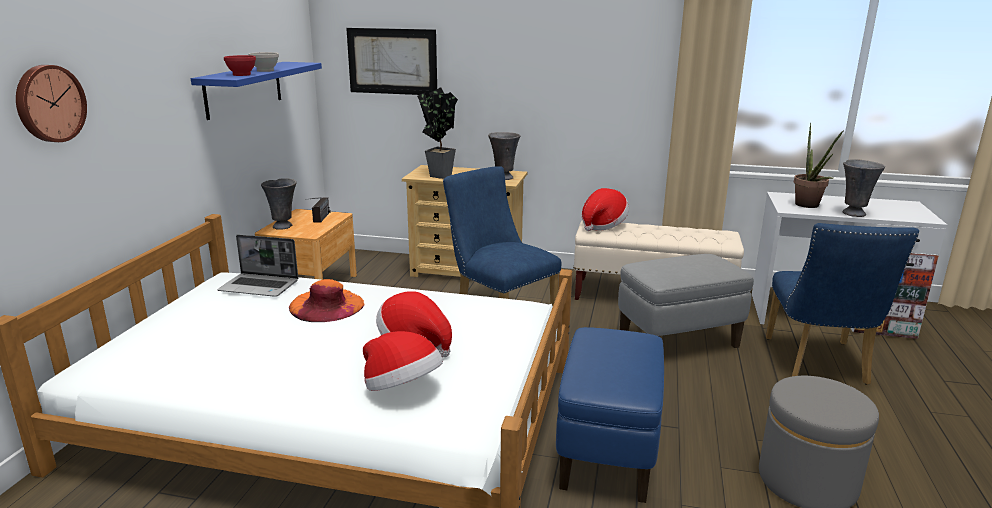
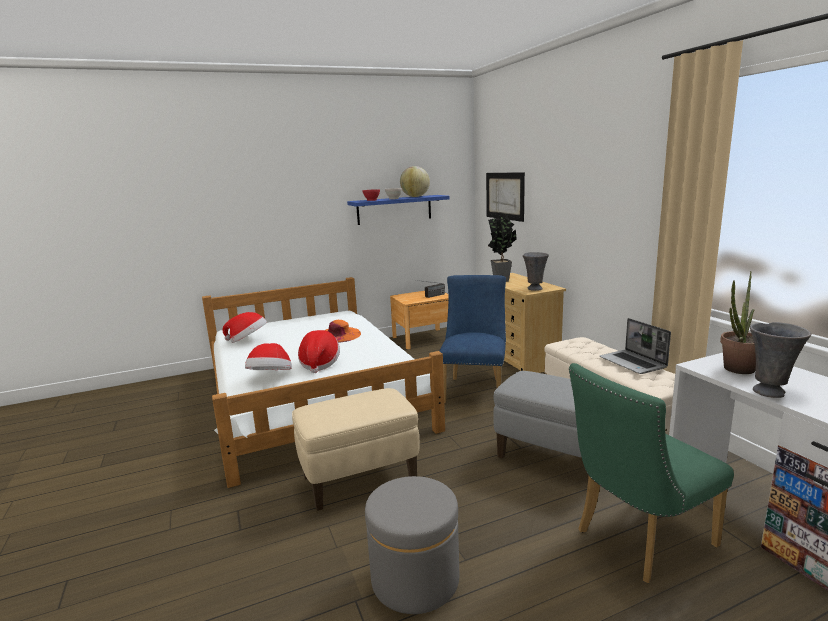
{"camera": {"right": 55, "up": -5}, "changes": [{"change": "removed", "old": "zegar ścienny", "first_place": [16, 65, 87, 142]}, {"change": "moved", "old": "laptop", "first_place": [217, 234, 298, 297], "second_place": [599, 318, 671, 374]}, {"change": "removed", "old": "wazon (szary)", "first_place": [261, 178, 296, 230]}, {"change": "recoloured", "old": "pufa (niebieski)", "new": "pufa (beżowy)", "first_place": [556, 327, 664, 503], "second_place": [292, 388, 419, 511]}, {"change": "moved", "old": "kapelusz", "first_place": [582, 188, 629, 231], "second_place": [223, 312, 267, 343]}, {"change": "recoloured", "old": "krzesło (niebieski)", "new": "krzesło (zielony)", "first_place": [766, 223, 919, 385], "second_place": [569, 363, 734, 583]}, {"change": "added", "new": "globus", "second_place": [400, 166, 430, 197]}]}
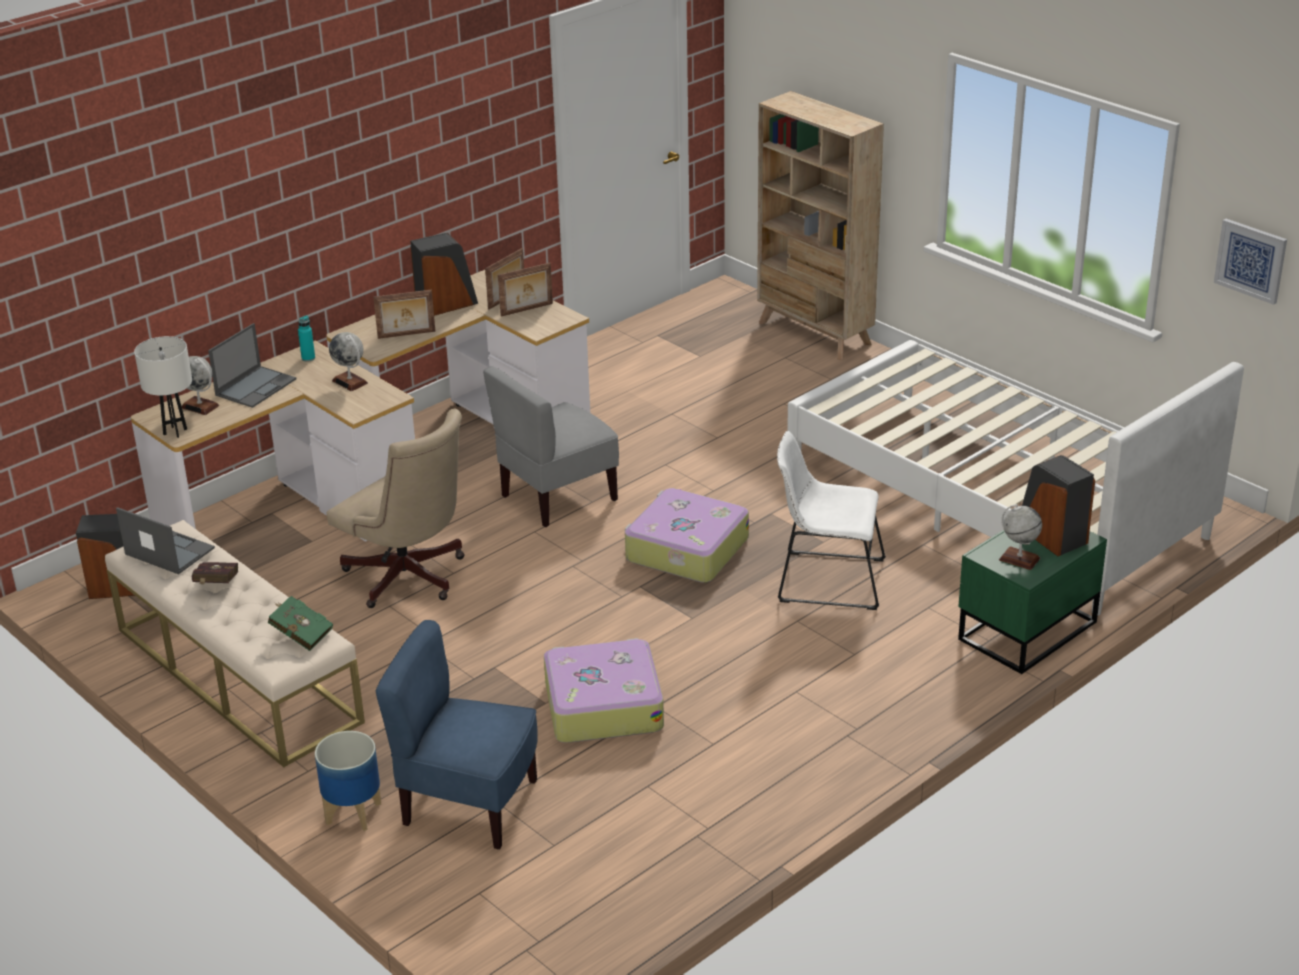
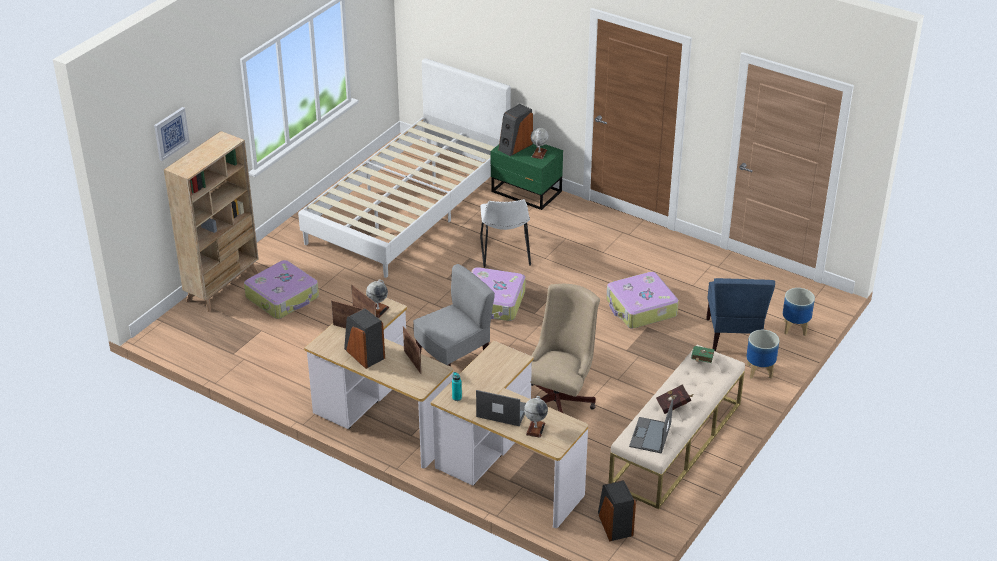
{"camera": {"right": -105, "up": 5}, "changes": [{"change": "removed", "old": "lampa stołowa (biały)", "first_place": [134, 336, 192, 438]}, {"change": "moved", "old": "globus", "first_place": [329, 332, 368, 391], "second_place": [366, 279, 389, 318]}, {"change": "turned", "old": "krzesło (szary)", "first_place": [483, 366, 619, 527], "second_place": [413, 264, 495, 367], "degrees": -75}, {"change": "moved", "old": "obraz", "first_place": [1214, 219, 1287, 305], "second_place": [154, 107, 190, 161]}, {"change": "added", "new": "walizka", "second_place": [244, 260, 319, 319]}, {"change": "added", "new": "donica", "second_place": [783, 288, 815, 336]}]}
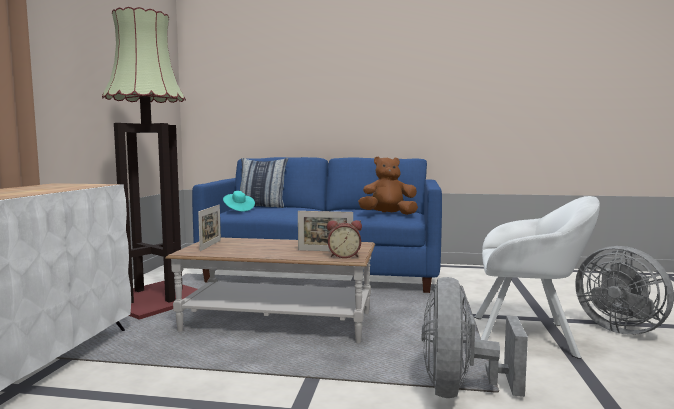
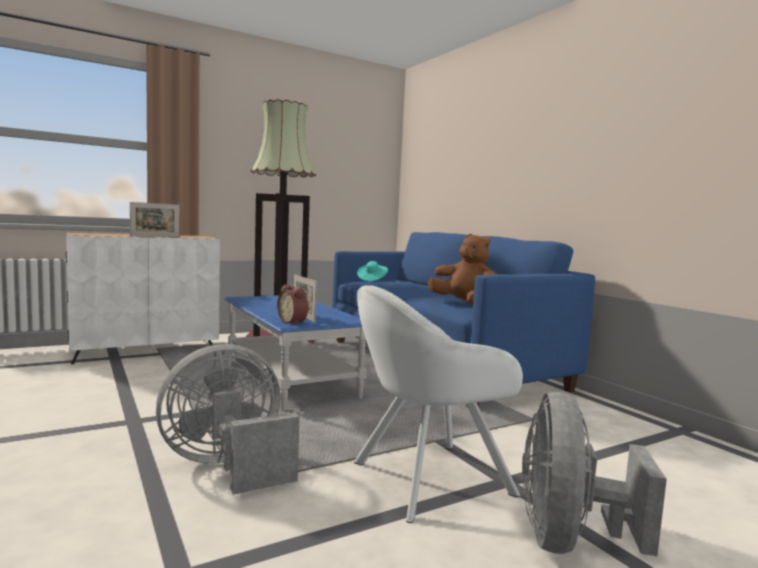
{"camera": {"right": 50, "up": 0}, "changes": [{"change": "recoloured", "old": "ława (brązowy)", "new": "ława (niebieski)", "first_place": [165, 238, 375, 343], "second_place": [224, 295, 366, 411]}, {"change": "moved", "old": "ramka na zdjęcie", "first_place": [198, 205, 221, 251], "second_place": [130, 202, 180, 237]}, {"change": "removed", "old": "poduszka", "first_place": [240, 158, 288, 208]}, {"change": "turned", "old": "fotel (biały)", "first_place": [475, 196, 600, 359], "second_place": [354, 285, 523, 523], "degrees": 90}]}
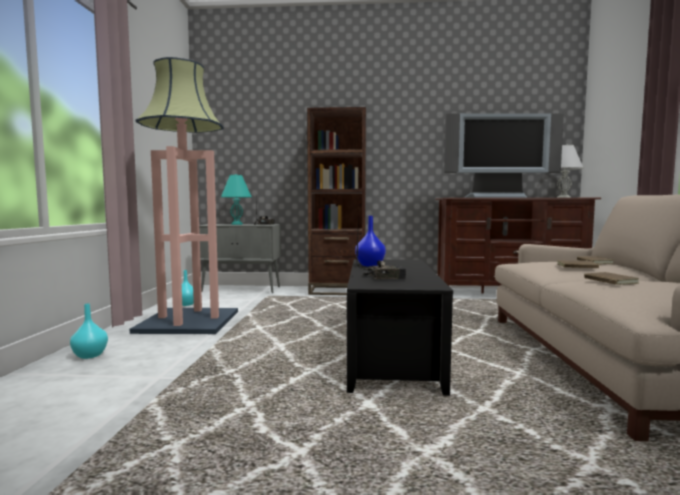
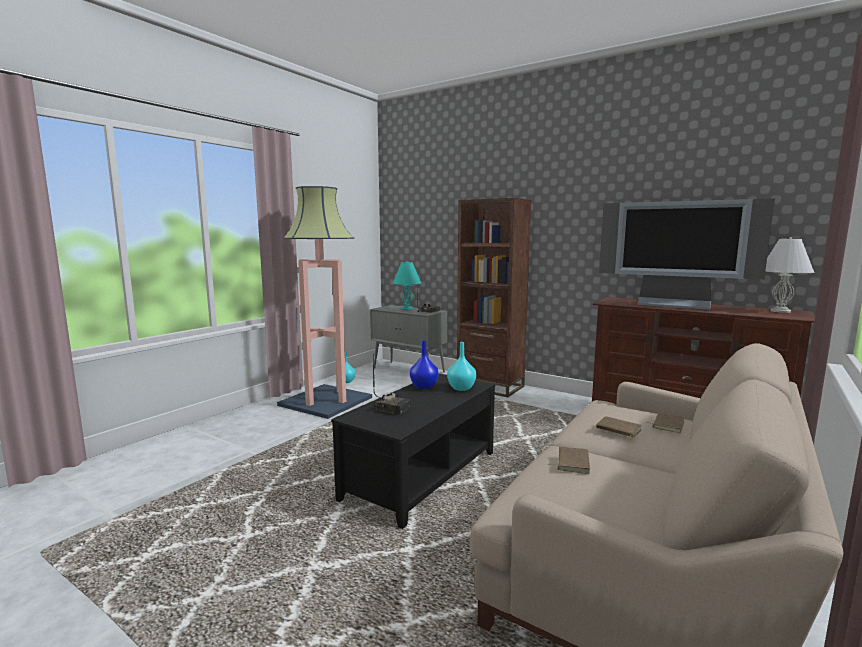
{"camera": {"right": 30, "up": 5}, "changes": [{"change": "moved", "old": "wazon (turkusowy)", "first_place": [70, 303, 108, 359], "second_place": [447, 342, 476, 391]}]}
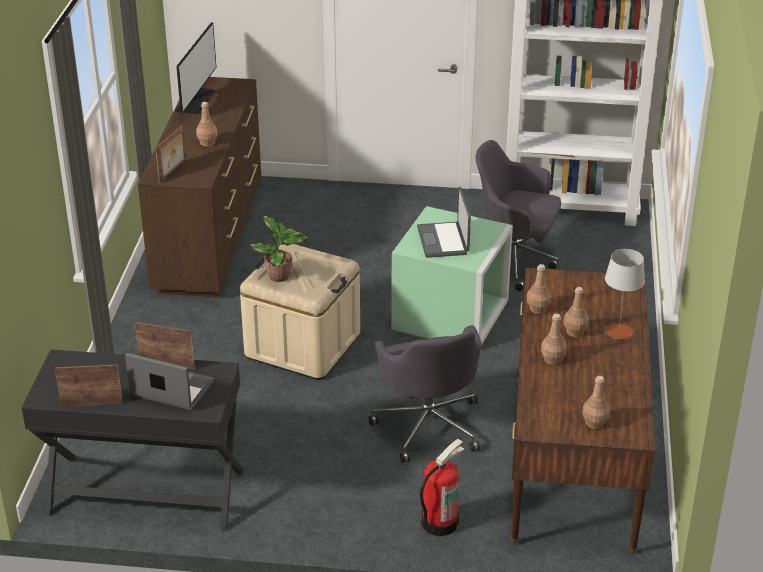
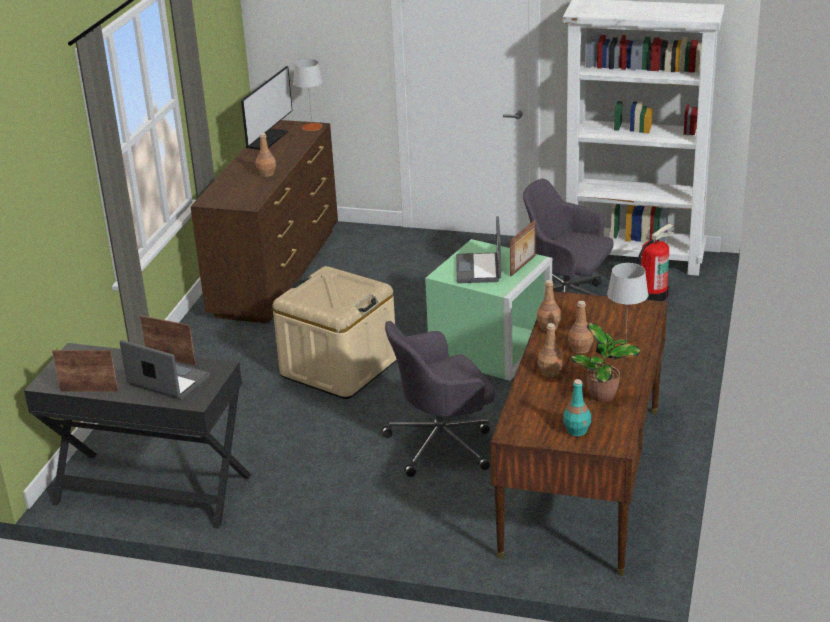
{"camera": {"right": 10, "up": -5}, "changes": [{"change": "moved", "old": "ramka na zdjęcie", "first_place": [155, 125, 186, 183], "second_place": [510, 220, 536, 276]}, {"change": "moved", "old": "roślina doniczkowa", "first_place": [250, 215, 308, 282], "second_place": [571, 323, 641, 402]}, {"change": "turned", "old": "krzesło biurowe (szary)", "first_place": [369, 325, 481, 463], "second_place": [381, 321, 495, 477], "degrees": 75}, {"change": "moved", "old": "gaśnica", "first_place": [420, 438, 465, 536], "second_place": [638, 224, 674, 301]}, {"change": "recoloured", "old": "butelka (brązowy)", "new": "butelka (turkusowy)", "first_place": [582, 376, 610, 429], "second_place": [563, 379, 591, 436]}, {"change": "added", "new": "lampa stołowa (szary)", "second_place": [293, 59, 323, 131]}]}
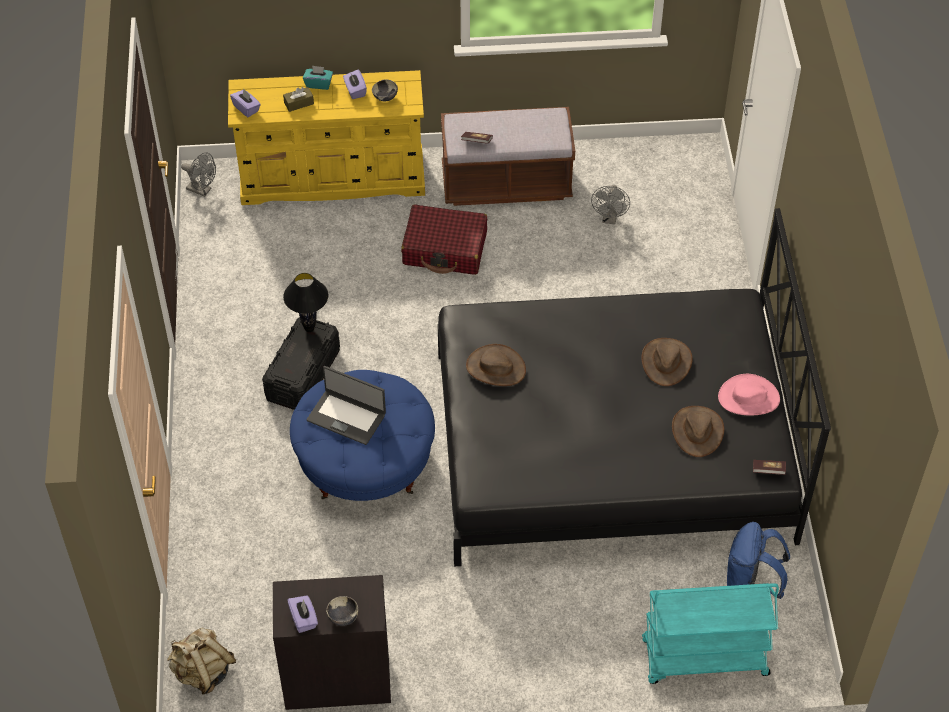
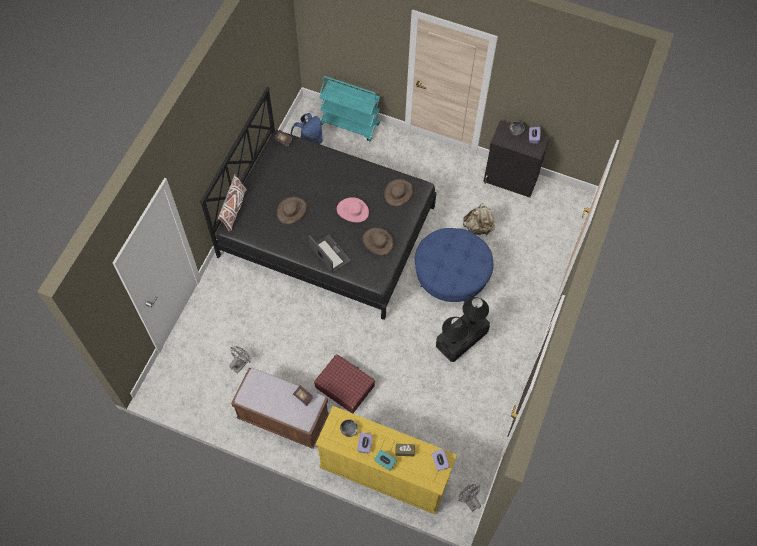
{"camera": {"right": -155, "up": 10}, "changes": [{"change": "moved", "old": "plecak (beżowy)", "first_place": [167, 627, 236, 695], "second_place": [463, 203, 495, 235]}, {"change": "moved", "old": "laptop", "first_place": [307, 366, 386, 445], "second_place": [309, 234, 351, 273]}, {"change": "moved", "old": "kapelusz (brązowy)", "first_place": [672, 406, 724, 457], "second_place": [384, 179, 413, 206]}, {"change": "moved", "old": "kapelusz (różowy)", "first_place": [718, 374, 780, 415], "second_place": [337, 197, 369, 222]}, {"change": "added", "new": "poduszka (biały)", "second_place": [218, 174, 246, 232]}, {"change": "added", "new": "lampa stołowa (czarny)", "second_place": [462, 297, 489, 325]}]}
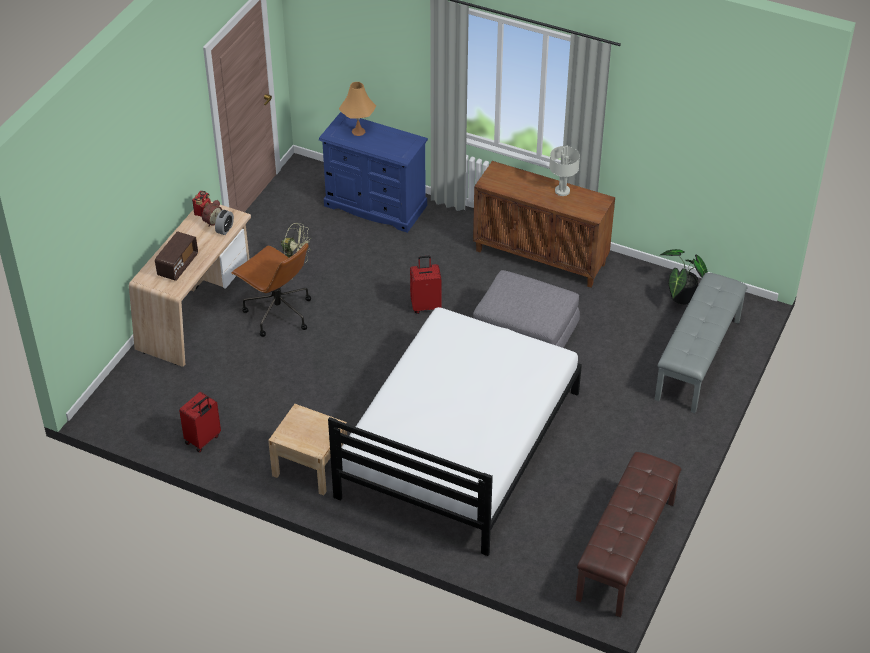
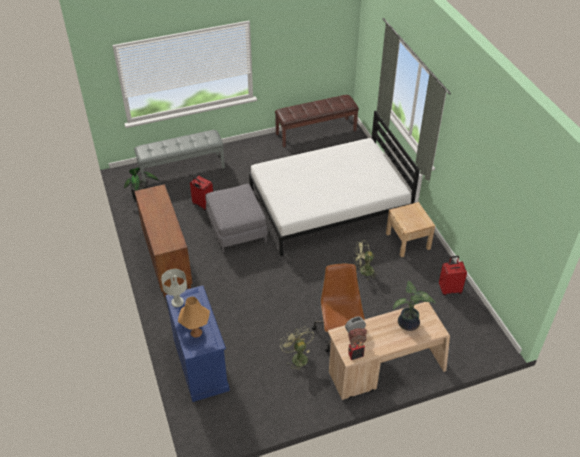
{"camera": {"right": -135, "up": 0}, "changes": [{"change": "replaced", "old": "radio", "new": "roślina doniczkowa", "first_place": [155, 231, 198, 281], "second_place": [393, 281, 436, 331]}, {"change": "moved", "old": "walizka (czerwony)", "first_place": [410, 256, 442, 314], "second_place": [190, 176, 213, 210]}, {"change": "moved", "old": "lampa stołowa (szary)", "first_place": [549, 146, 580, 196], "second_place": [161, 269, 187, 307]}, {"change": "added", "new": "wentylator (zielony)", "second_place": [354, 240, 379, 280]}]}
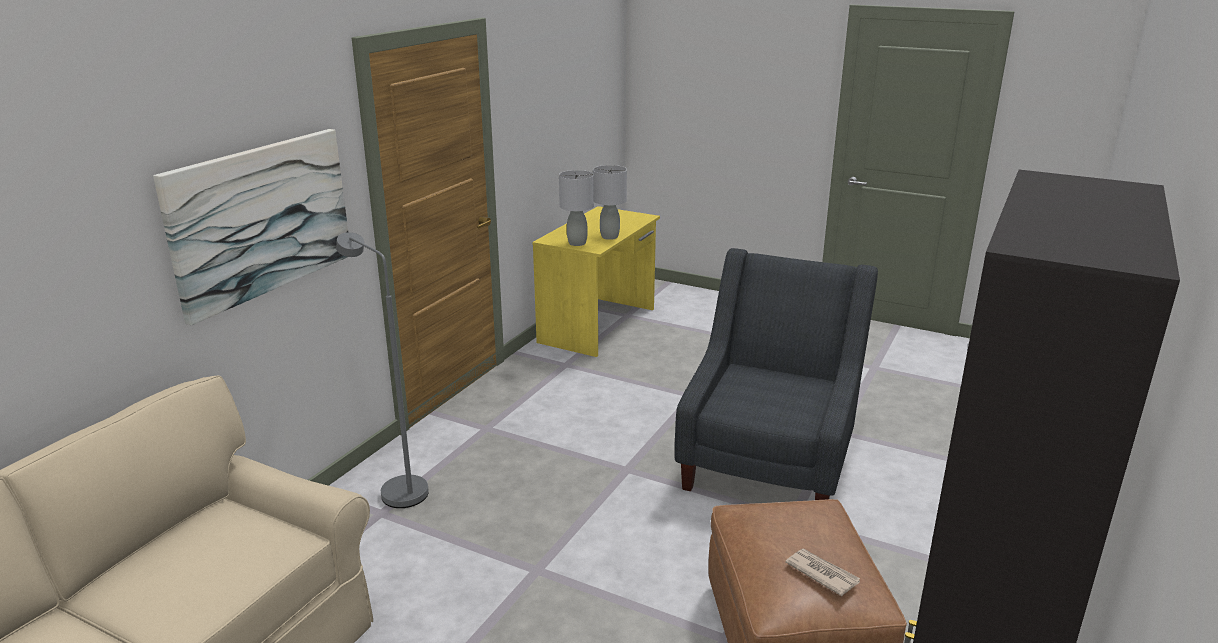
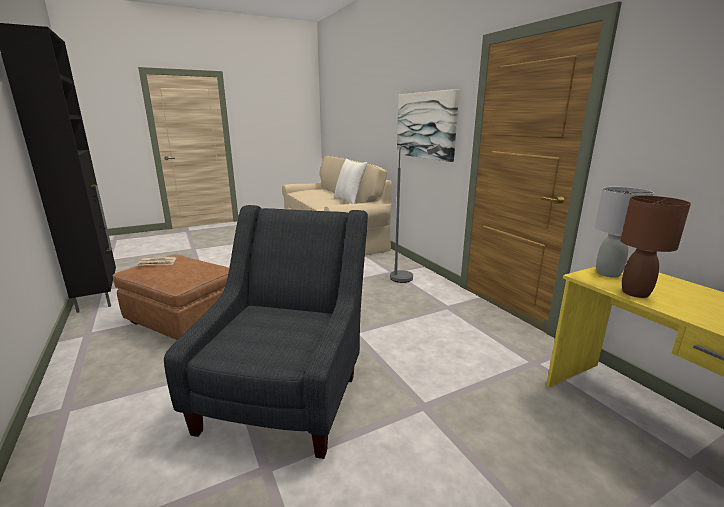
{"camera": {"right": 125, "up": -5}, "changes": [{"change": "recoloured", "old": "lampa stołowa (szary)", "new": "lampa stołowa (brązowy)", "first_place": [593, 165, 627, 240], "second_place": [620, 196, 691, 298]}, {"change": "turned", "old": "fotel (szary)", "first_place": [675, 248, 878, 500], "second_place": [164, 205, 368, 459], "degrees": -135}, {"change": "added", "new": "poduszka (biały)", "second_place": [334, 159, 368, 204]}]}
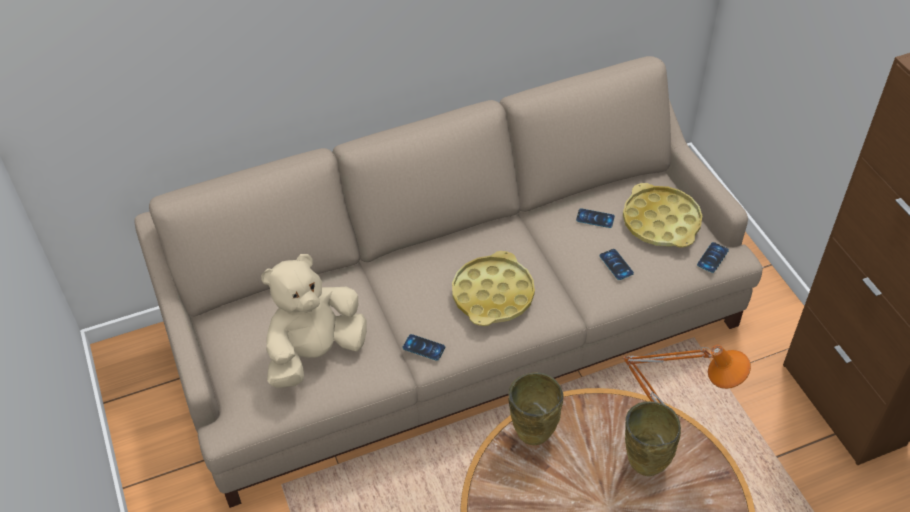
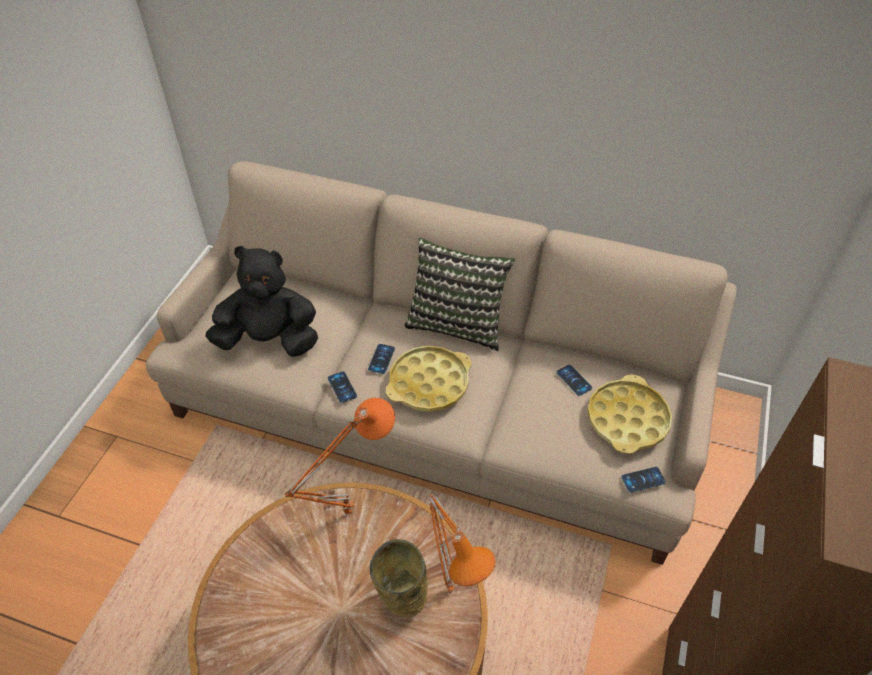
{"camera": {"right": 40, "up": 0}, "changes": [{"change": "recoloured", "old": "pluszak (beżowy)", "new": "pluszak (czarny)", "first_place": [261, 254, 367, 388], "second_place": [205, 246, 318, 357]}, {"change": "replaced", "old": "wazon (beżowy)", "new": "lampa stołowa (pomarańczowy)", "first_place": [508, 372, 563, 445], "second_place": [284, 398, 395, 516]}, {"change": "moved", "old": "telefon", "first_place": [600, 249, 634, 280], "second_place": [368, 344, 395, 374]}, {"change": "added", "new": "poduszka", "second_place": [404, 238, 515, 351]}]}
